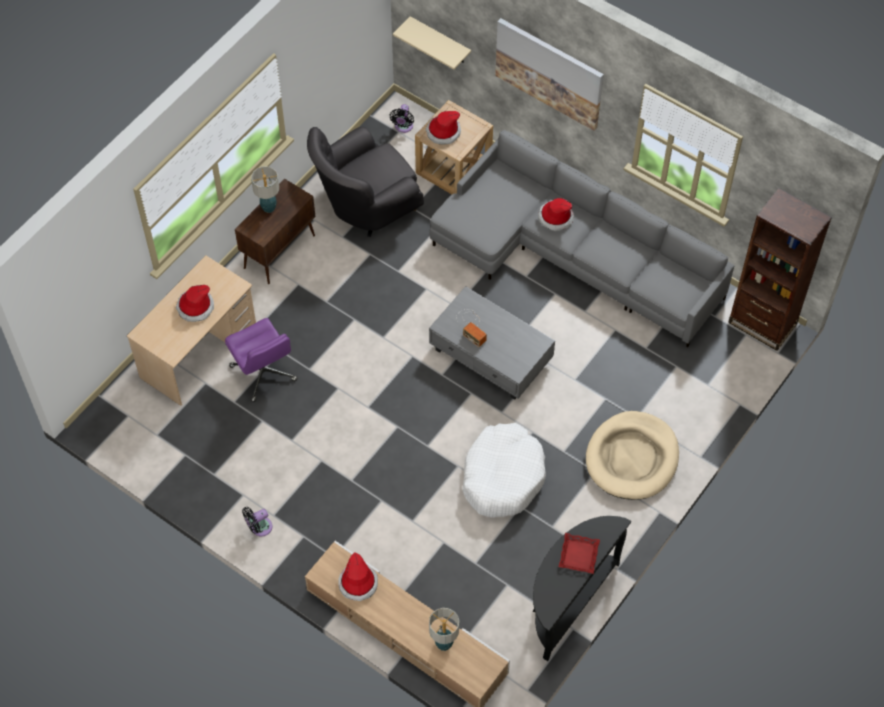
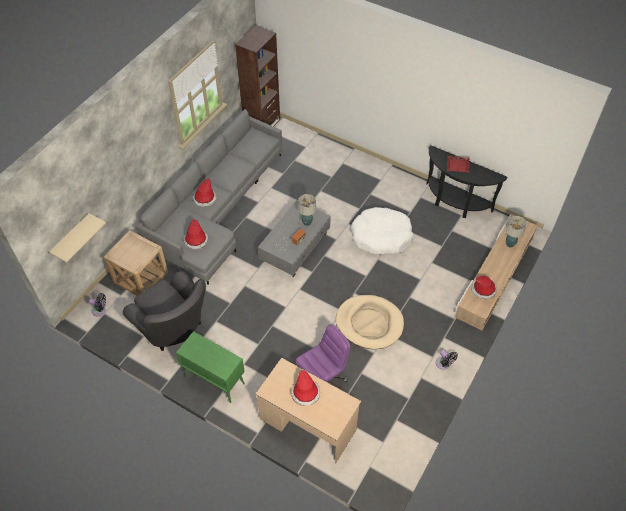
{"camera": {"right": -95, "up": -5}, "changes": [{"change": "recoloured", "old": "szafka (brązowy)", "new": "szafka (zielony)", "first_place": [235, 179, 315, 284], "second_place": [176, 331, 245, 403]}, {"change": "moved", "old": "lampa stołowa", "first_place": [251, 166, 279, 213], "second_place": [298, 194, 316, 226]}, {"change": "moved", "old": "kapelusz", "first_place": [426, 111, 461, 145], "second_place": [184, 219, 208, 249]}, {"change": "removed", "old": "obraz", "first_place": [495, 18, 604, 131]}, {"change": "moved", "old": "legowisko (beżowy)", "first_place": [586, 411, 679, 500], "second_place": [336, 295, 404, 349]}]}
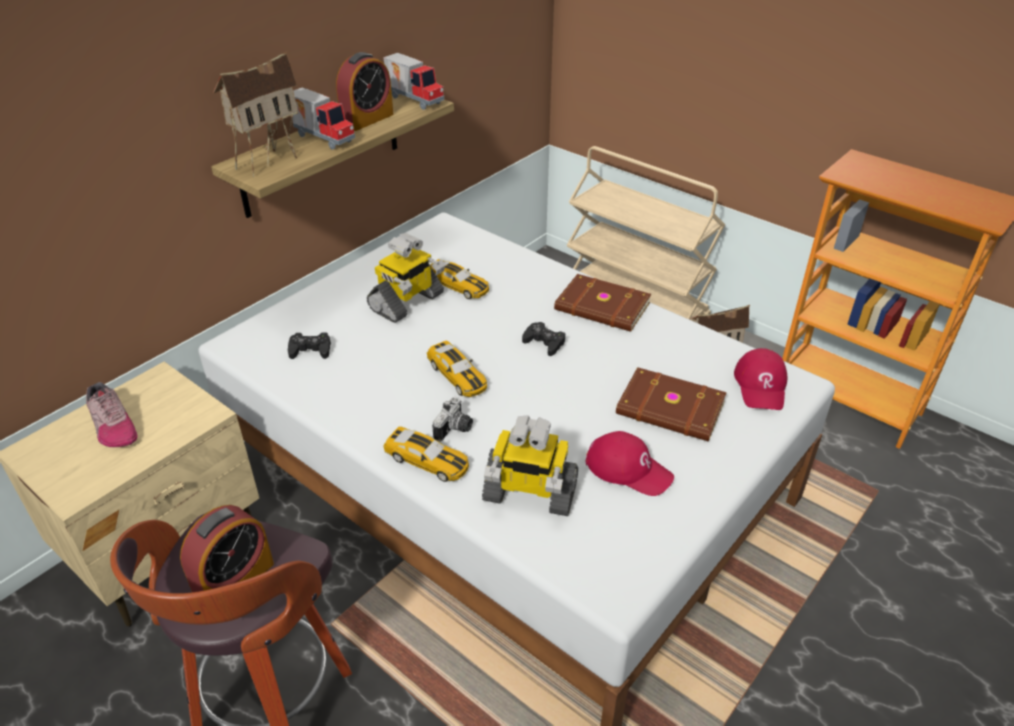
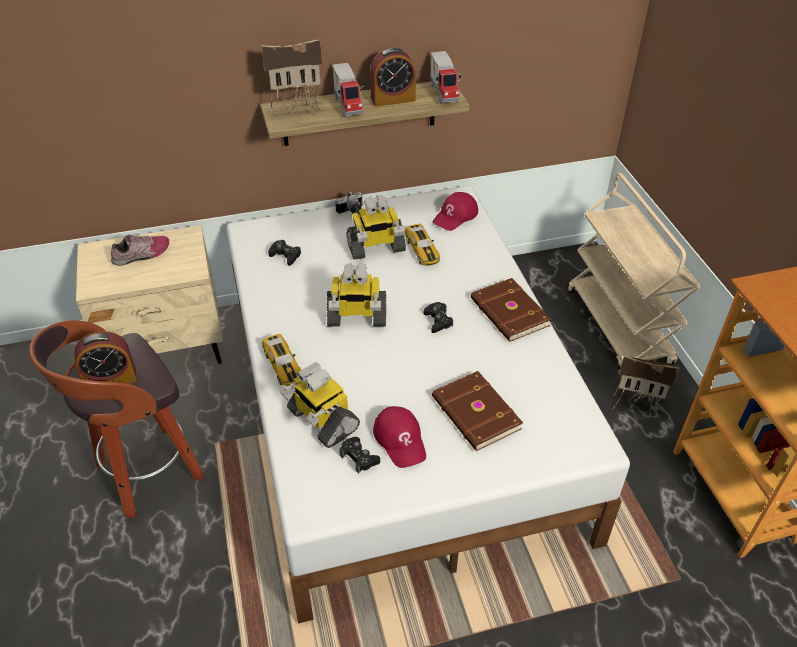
{"camera": {"right": 35, "up": 5}, "changes": [{"change": "turned", "old": "but", "first_place": [86, 382, 138, 447], "second_place": [111, 234, 169, 266], "degrees": -120}, {"change": "replaced", "old": "samochodzik", "new": "robot zabawkowy", "first_place": [427, 341, 487, 397], "second_place": [327, 263, 386, 327]}, {"change": "moved", "old": "aparat fotograficzny", "first_place": [432, 397, 473, 441], "second_place": [335, 191, 362, 214]}, {"change": "moved", "old": "czapka z daszkiem (czerwony)", "first_place": [734, 348, 787, 410], "second_place": [432, 192, 478, 231]}, {"change": "added", "new": "pad do gier (czarny)", "second_place": [339, 437, 380, 474]}]}
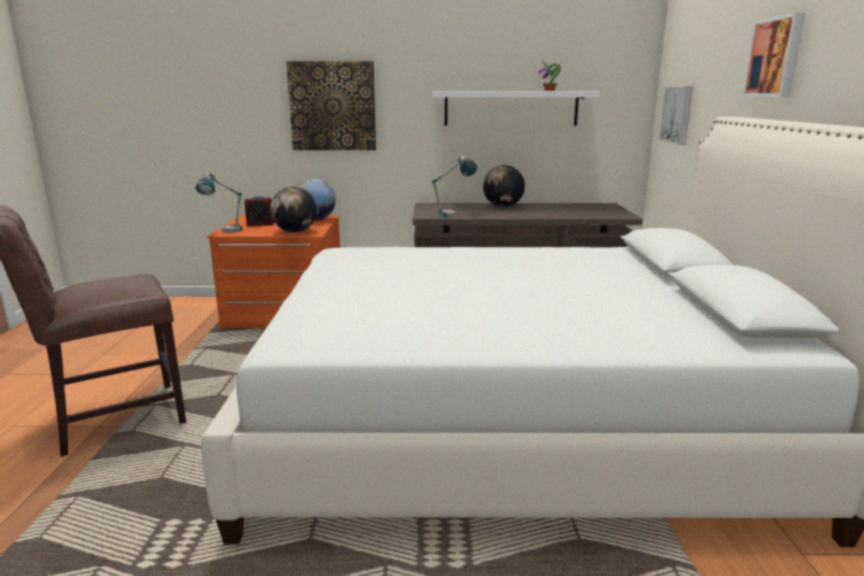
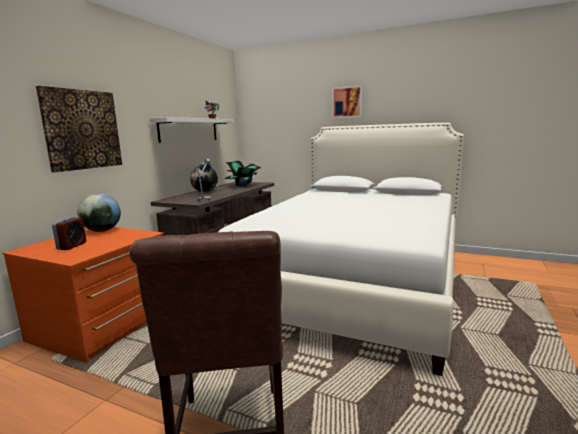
{"camera": {"right": -65, "up": -5}, "changes": [{"change": "removed", "old": "lampa stołowa", "first_place": [195, 172, 242, 233]}, {"change": "removed", "old": "globus", "first_place": [270, 187, 317, 233]}, {"change": "removed", "old": "obraz", "first_place": [659, 87, 693, 145]}, {"change": "added", "new": "roślina doniczkowa", "second_place": [225, 161, 261, 187]}]}
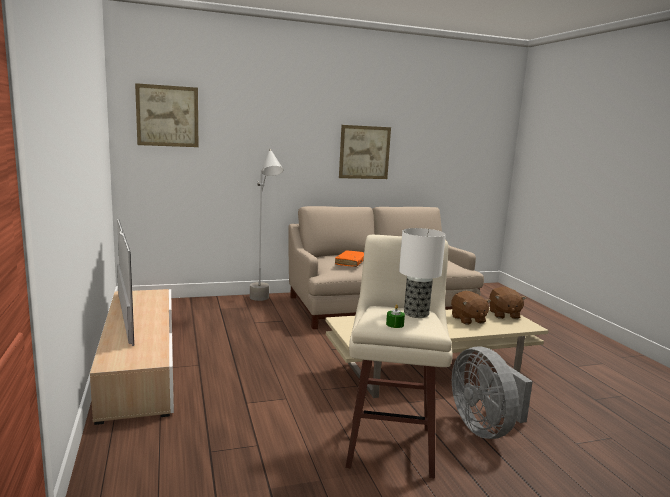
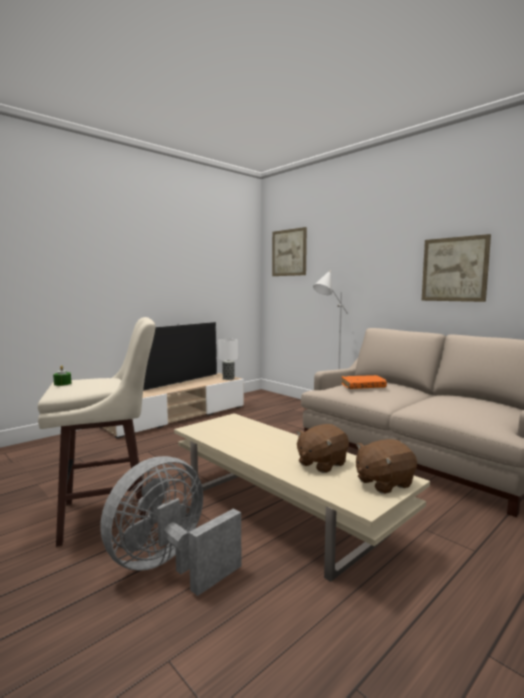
{"camera": {"right": 65, "up": -5}, "changes": [{"change": "moved", "old": "lampa stołowa", "first_place": [399, 228, 446, 318], "second_place": [218, 339, 238, 380]}]}
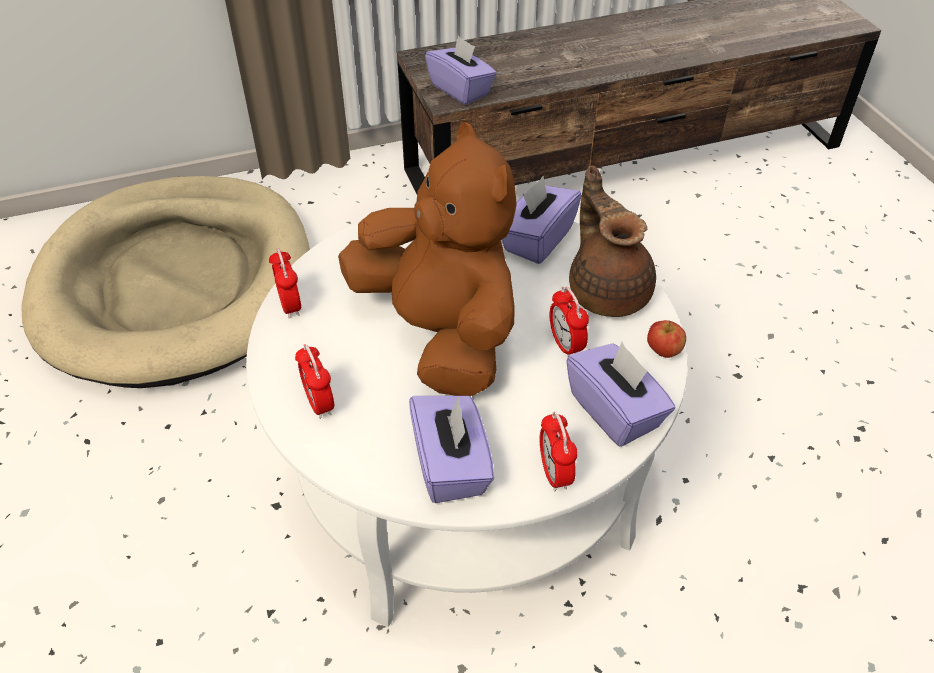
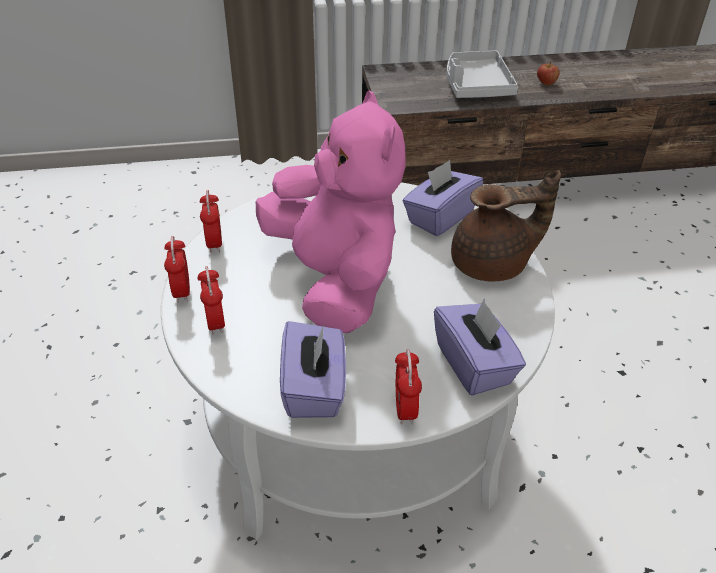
{"camera": {"right": 10, "up": -5}, "changes": [{"change": "removed", "old": "legowisko (beżowy)", "first_place": [21, 176, 310, 388]}, {"change": "recoloured", "old": "pluszak (brązowy)", "new": "pluszak (różowy)", "first_place": [338, 122, 517, 396], "second_place": [256, 91, 406, 333]}, {"change": "removed", "old": "pudełko chusteczek (fioletowy)", "first_place": [425, 36, 497, 105]}, {"change": "moved", "old": "budzik", "first_place": [550, 287, 589, 357], "second_place": [164, 236, 190, 303]}, {"change": "turned", "old": "imbryk (brązowy)", "first_place": [569, 166, 656, 317], "second_place": [451, 170, 561, 282], "degrees": 90}, {"change": "moved", "old": "jabłko", "first_place": [647, 320, 686, 358], "second_place": [537, 61, 560, 85]}, {"change": "added", "new": "taca (szary)", "second_place": [447, 51, 518, 98]}]}
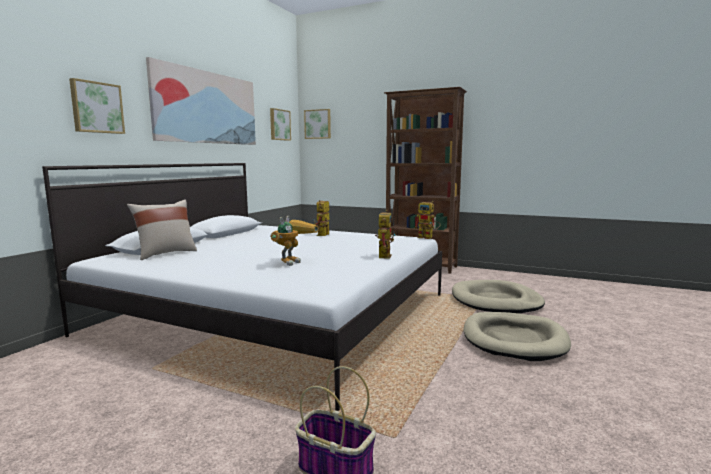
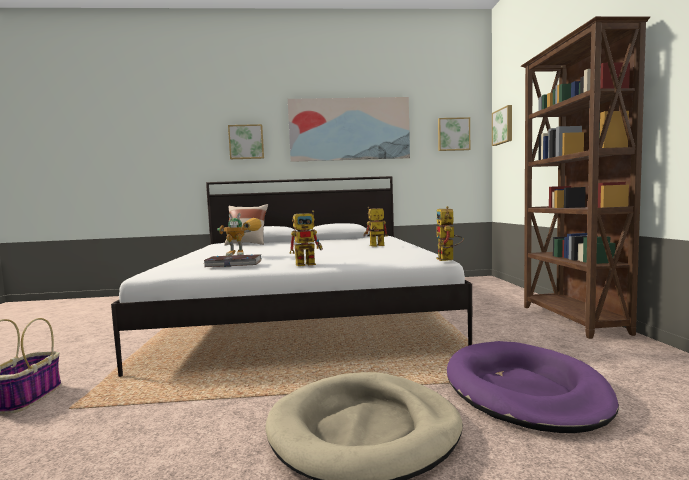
{"camera": {"right": 60, "up": -5}, "changes": [{"change": "recoloured", "old": "legowisko (beżowy)", "new": "legowisko (fioletowy)", "first_place": [452, 280, 545, 313], "second_place": [447, 341, 619, 433]}, {"change": "added", "new": "książka", "second_place": [204, 254, 262, 267]}]}
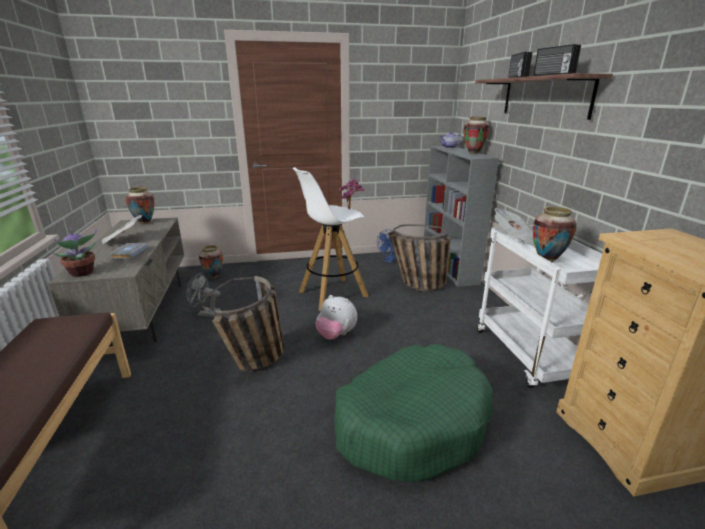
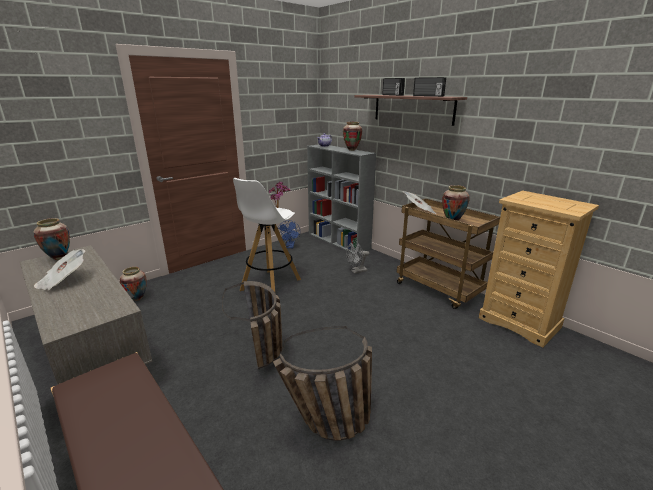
{"camera": {"right": -30, "up": 0}, "changes": [{"change": "removed", "old": "roślina doniczkowa", "first_place": [53, 228, 97, 277]}, {"change": "removed", "old": "książka (szary)", "first_place": [109, 243, 149, 260]}, {"change": "moved", "old": "wentylator (szary)", "first_place": [186, 273, 221, 317], "second_place": [346, 240, 370, 274]}, {"change": "removed", "old": "pluszak", "first_place": [315, 295, 357, 340]}, {"change": "removed", "old": "legowisko (zielony)", "first_place": [334, 344, 493, 482]}, {"change": "moved", "old": "koszyk", "first_place": [389, 224, 451, 292], "second_place": [273, 326, 372, 441]}, {"change": "recoloured", "old": "wózek (biały)", "new": "wózek (brązowy)", "first_place": [477, 225, 602, 388], "second_place": [397, 198, 500, 309]}]}
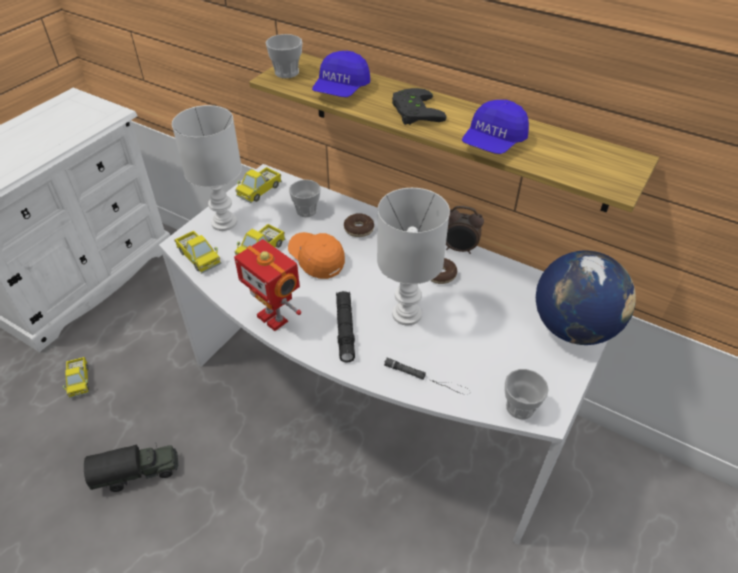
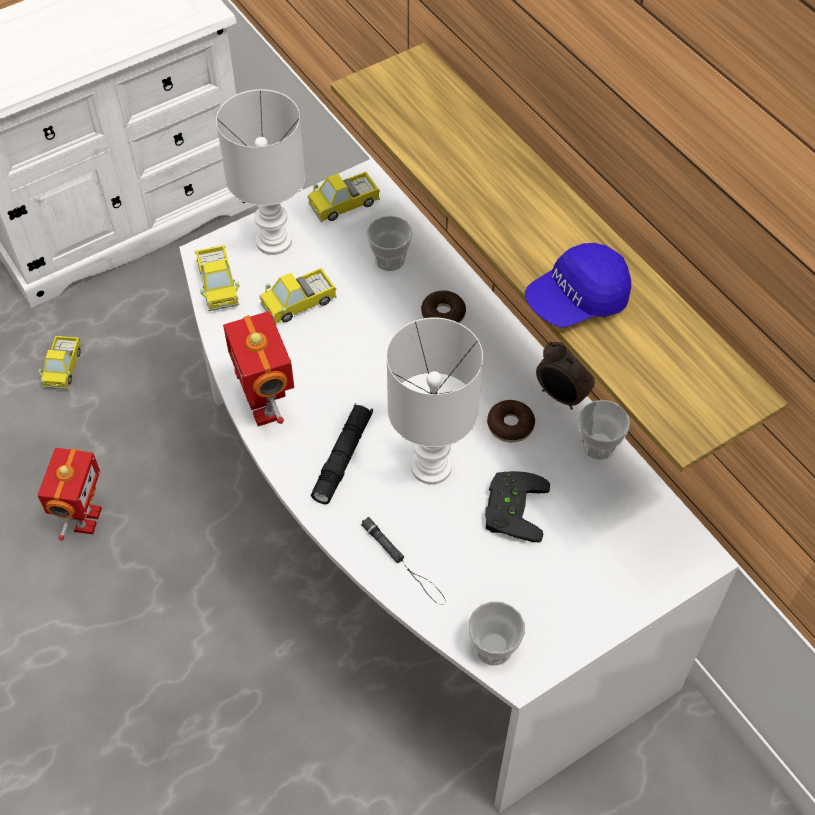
{"camera": {"right": 25, "up": 10}, "changes": [{"change": "replaced", "old": "ciężarówka zabawkowa", "new": "robot zabawkowy", "first_place": [84, 445, 178, 492], "second_place": [38, 448, 102, 541]}, {"change": "moved", "old": "filiżanka", "first_place": [265, 34, 302, 78], "second_place": [578, 400, 630, 460]}, {"change": "removed", "old": "czapka z daszkiem (pomarańczowy)", "first_place": [288, 232, 345, 279]}, {"change": "removed", "old": "czapka z daszkiem (niebieski)", "first_place": [312, 51, 370, 97]}, {"change": "moved", "old": "pad do gier (czarny)", "first_place": [392, 88, 447, 125], "second_place": [485, 471, 550, 542]}, {"change": "removed", "old": "globus", "first_place": [536, 250, 636, 345]}]}
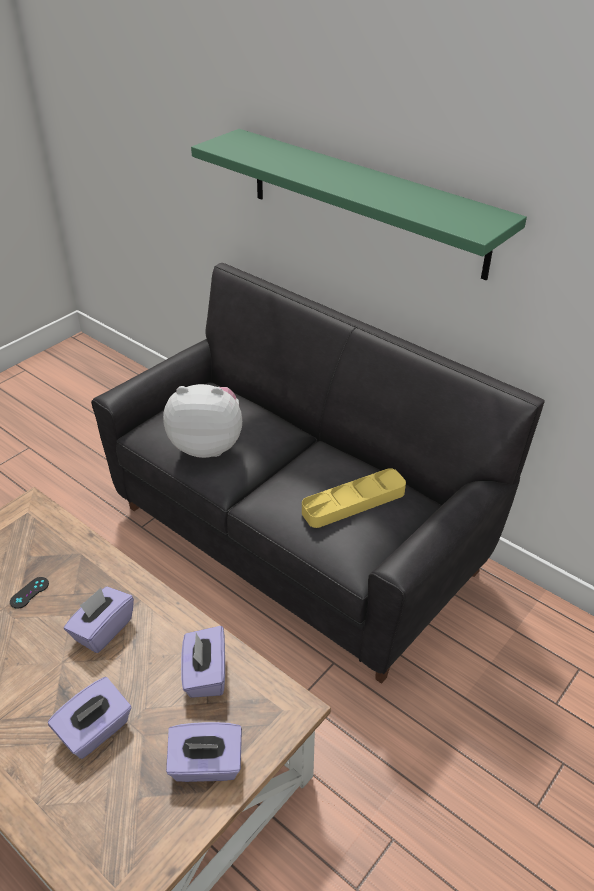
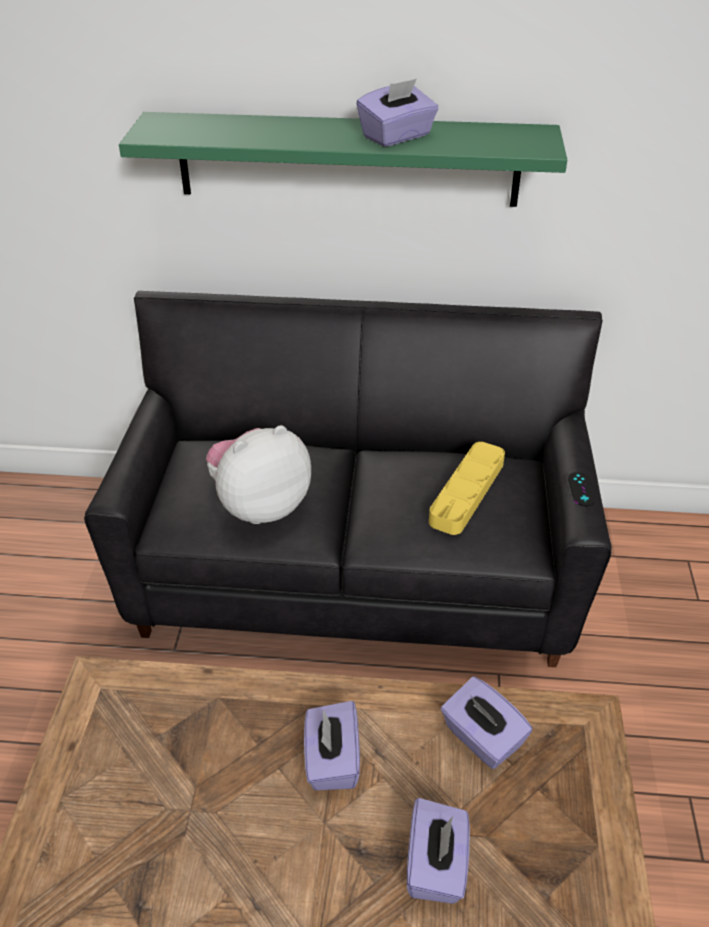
{"camera": {"right": -35, "up": 0}, "changes": [{"change": "moved", "old": "pad do gier (czarny)", "first_place": [10, 577, 49, 609], "second_place": [568, 472, 595, 506]}, {"change": "moved", "old": "pudełko chusteczek (fioletowy)", "first_place": [166, 722, 242, 782], "second_place": [356, 79, 439, 147]}]}
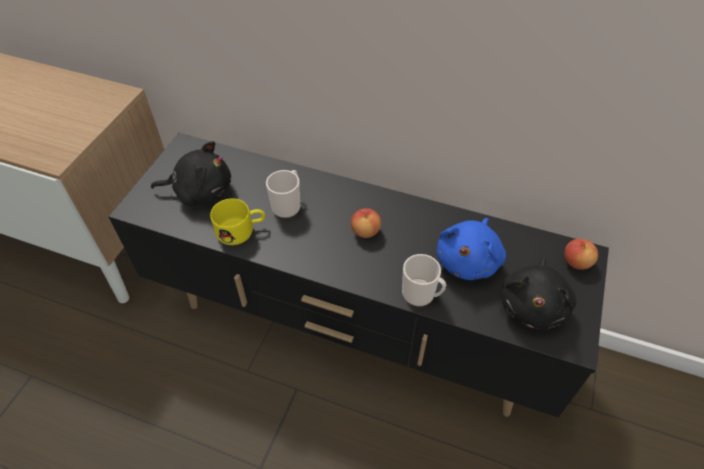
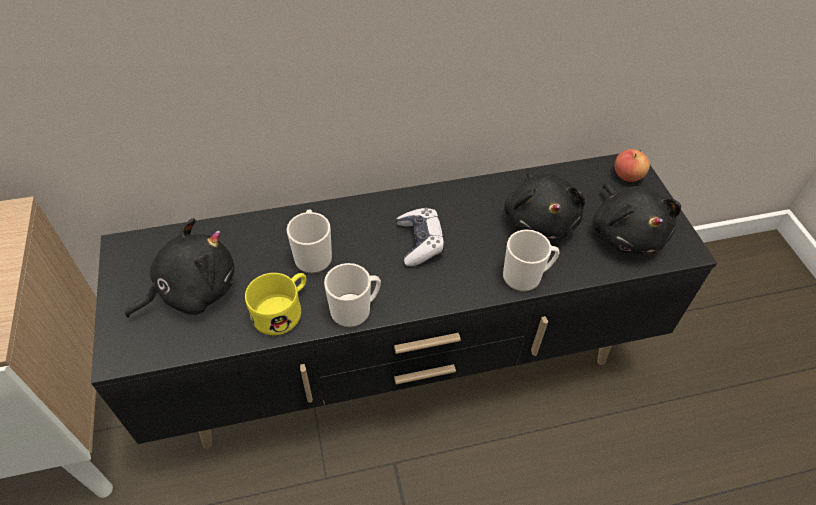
{"camera": {"right": -35, "up": 0}, "changes": [{"change": "replaced", "old": "jabłko", "new": "pad do gier", "first_place": [351, 208, 381, 238], "second_place": [397, 208, 445, 266]}, {"change": "recoloured", "old": "pluszak (niebieski)", "new": "pluszak (czarny)", "first_place": [436, 218, 506, 280], "second_place": [504, 171, 585, 240]}, {"change": "added", "new": "kubek", "second_place": [324, 263, 381, 327]}]}
